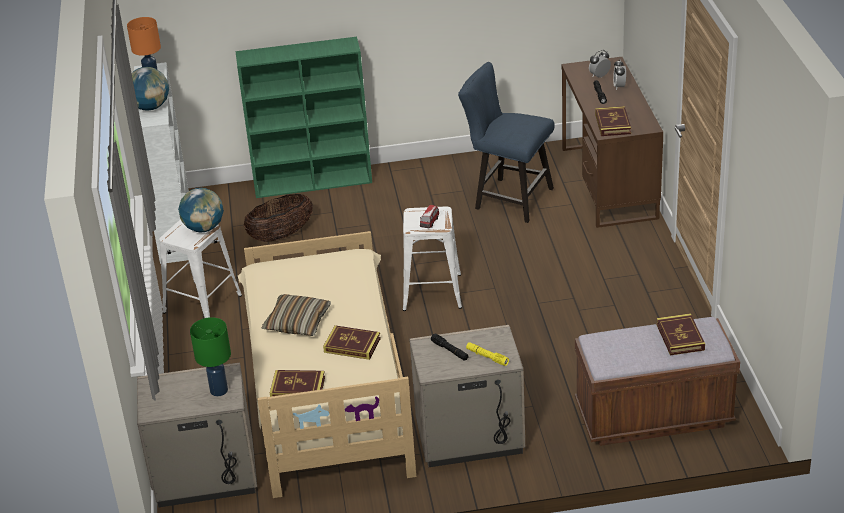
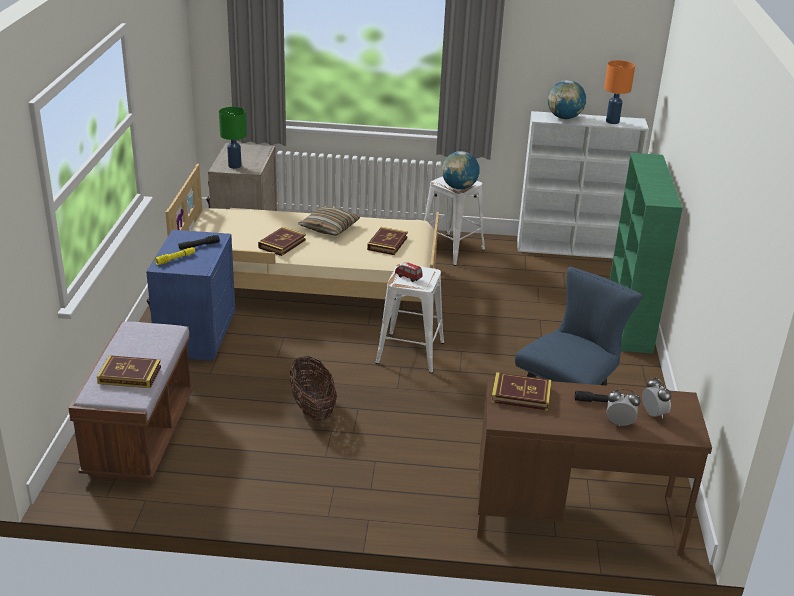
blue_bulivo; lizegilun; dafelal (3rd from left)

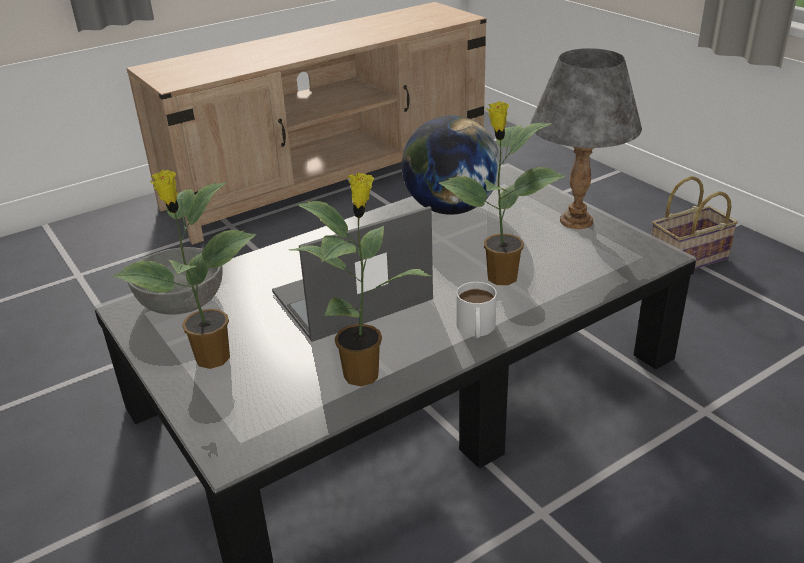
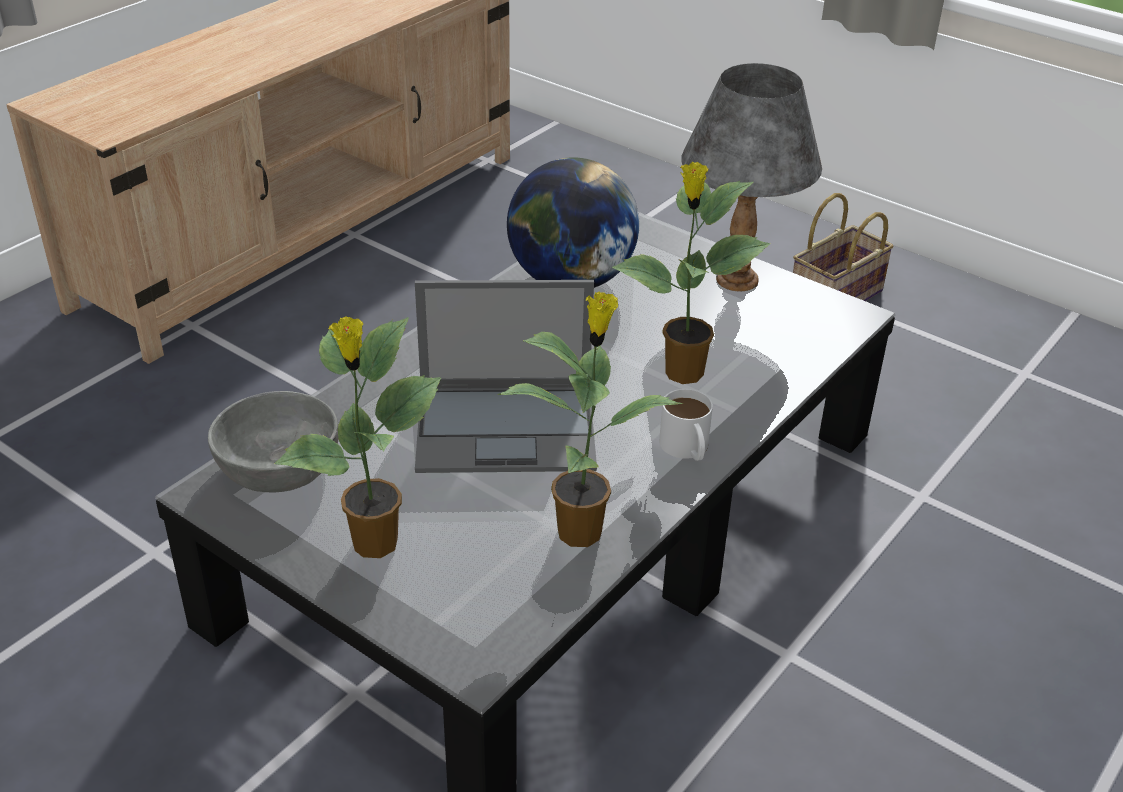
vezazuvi

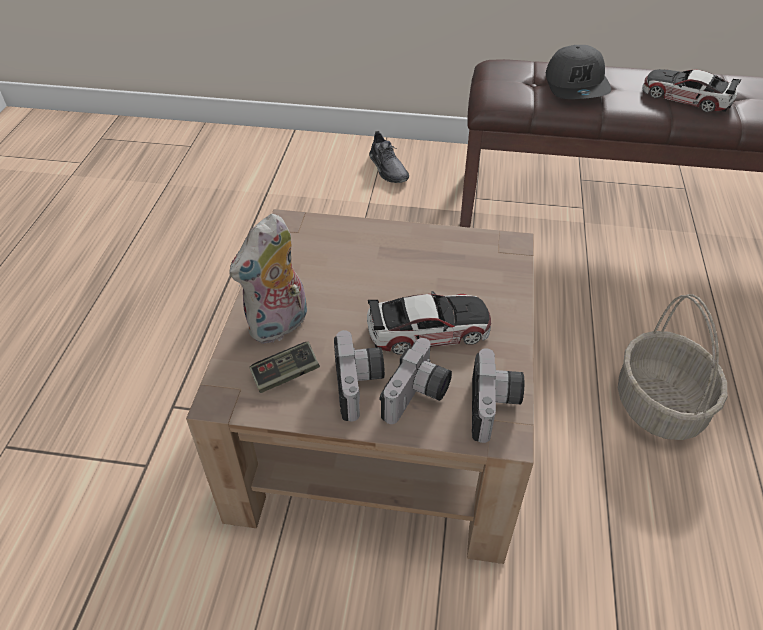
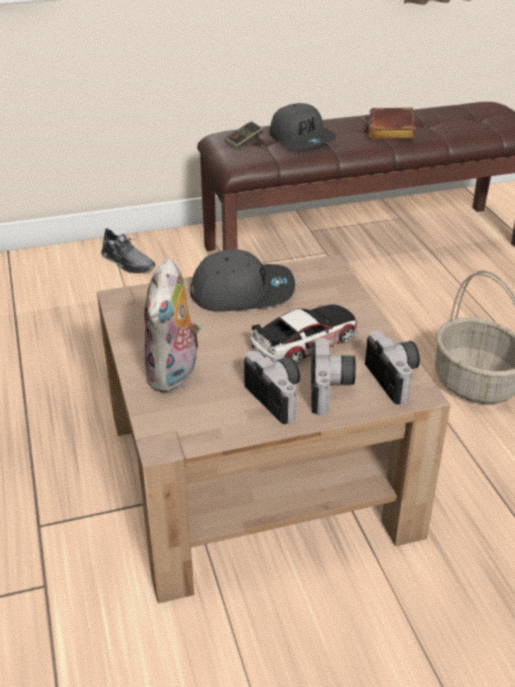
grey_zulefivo (1st from left); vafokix; brown_dafelal

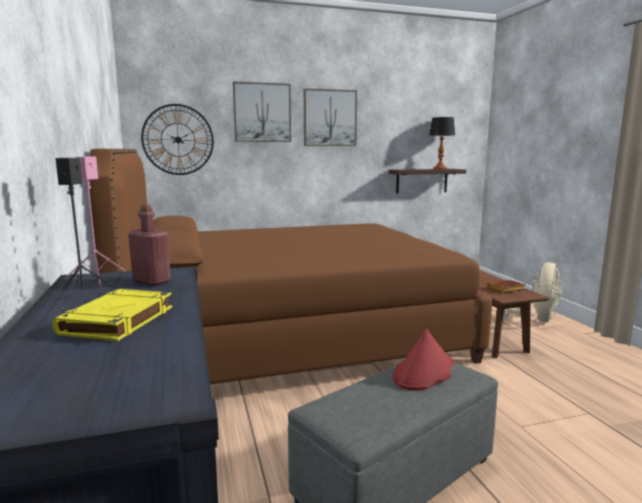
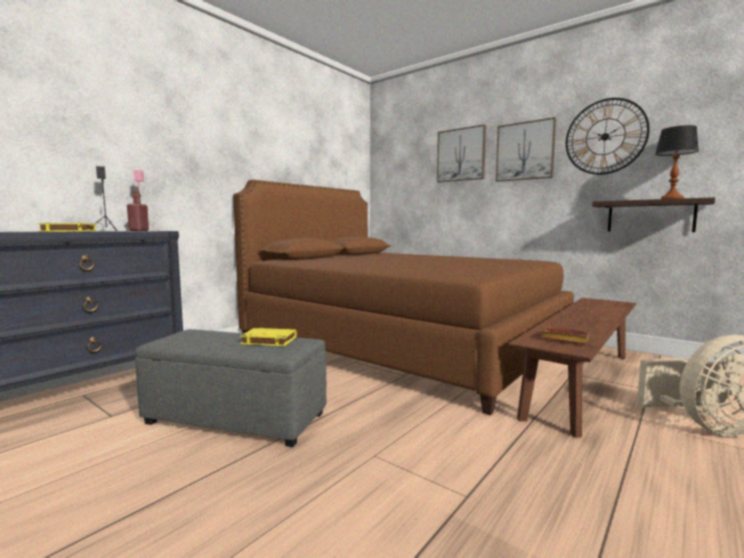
yellow_dafelal (2nd from left); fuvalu

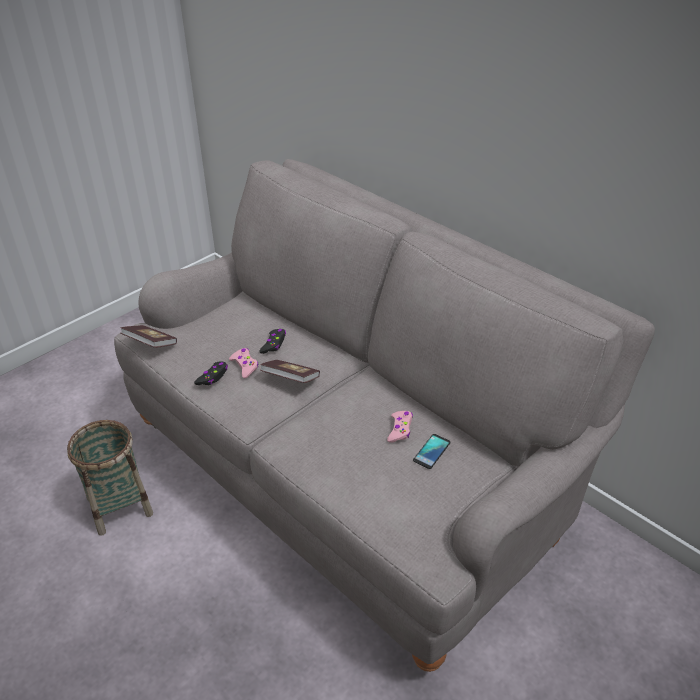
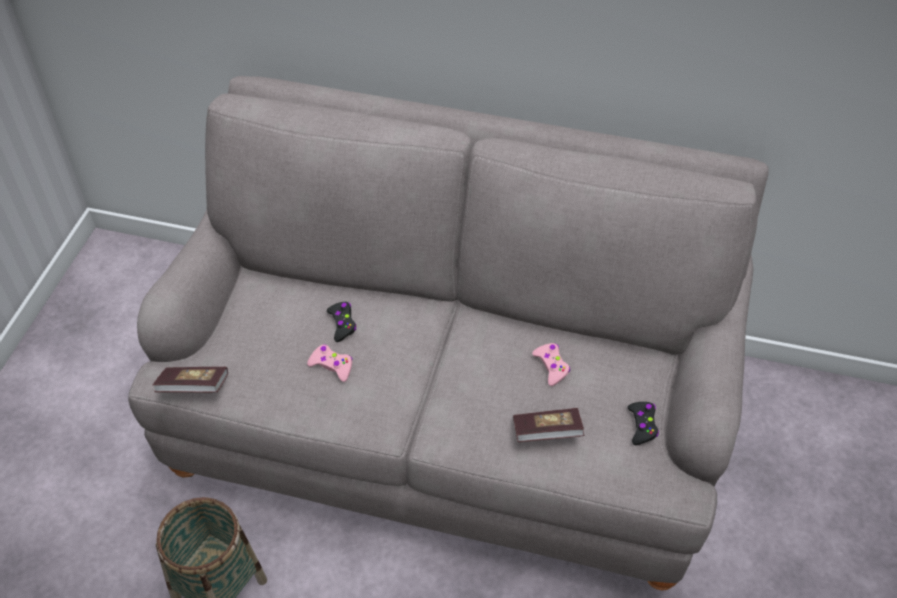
dafelal (2nd from left); black_vafokix (2nd from left); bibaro

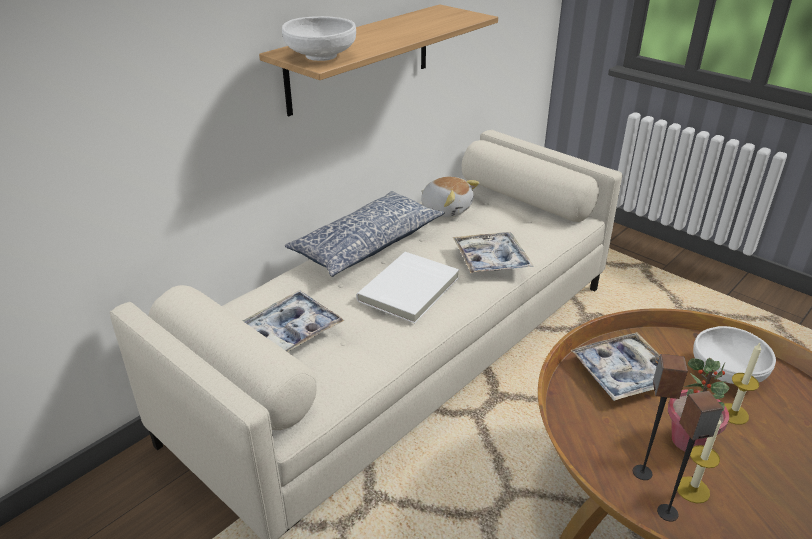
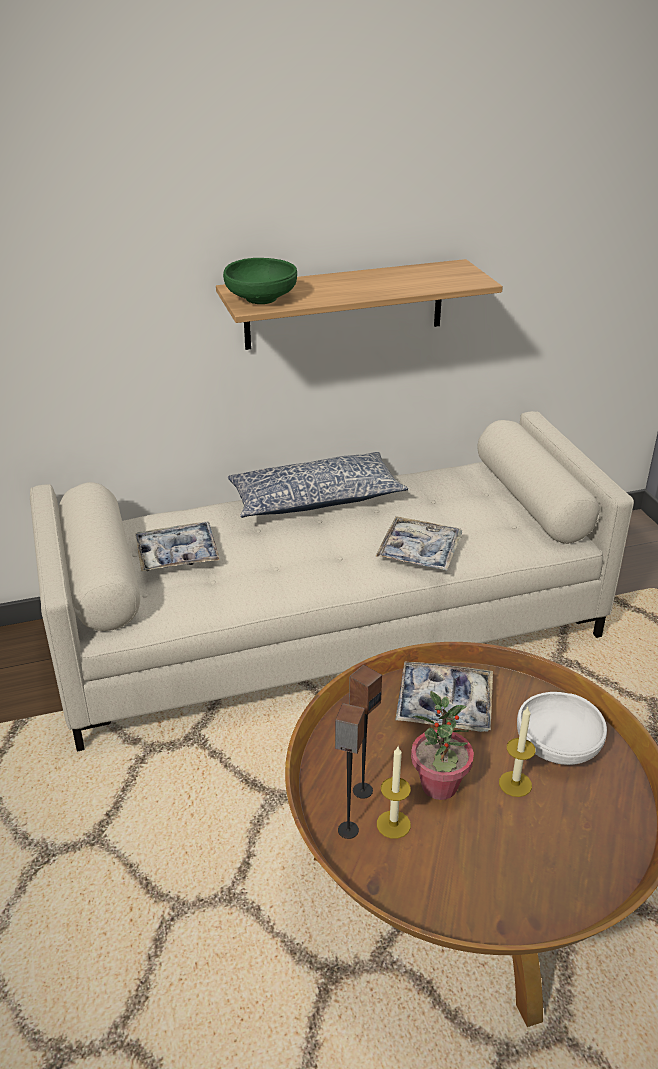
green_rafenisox; white_dafelal; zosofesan

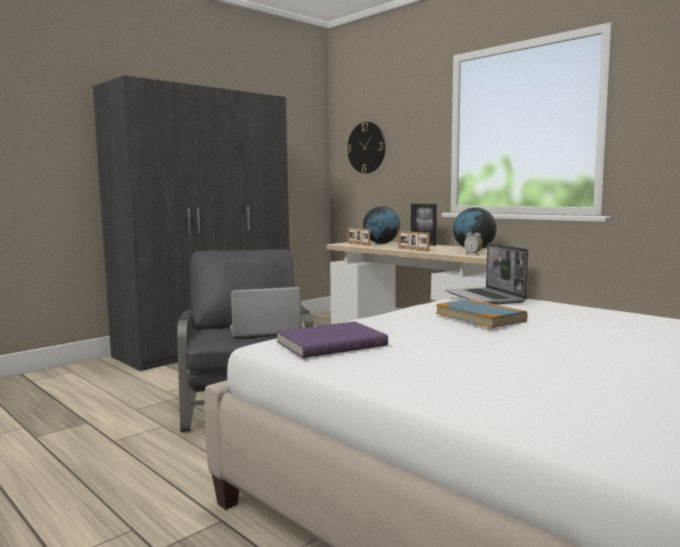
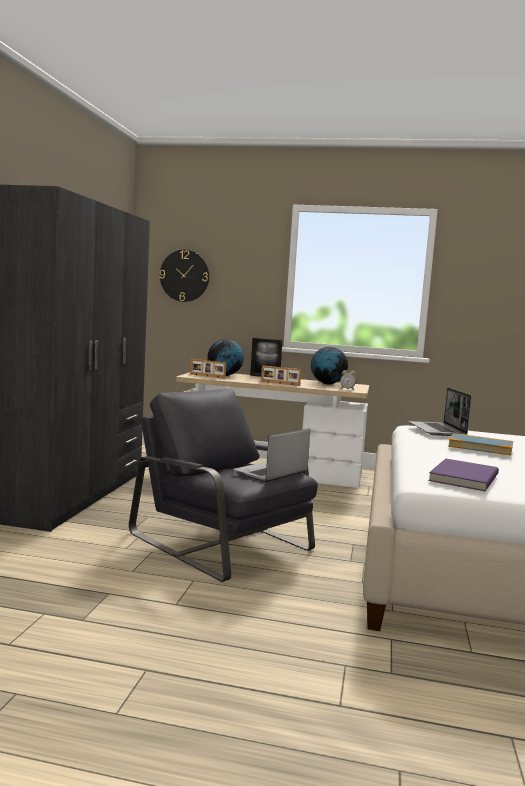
vezazuvi (2nd from left)

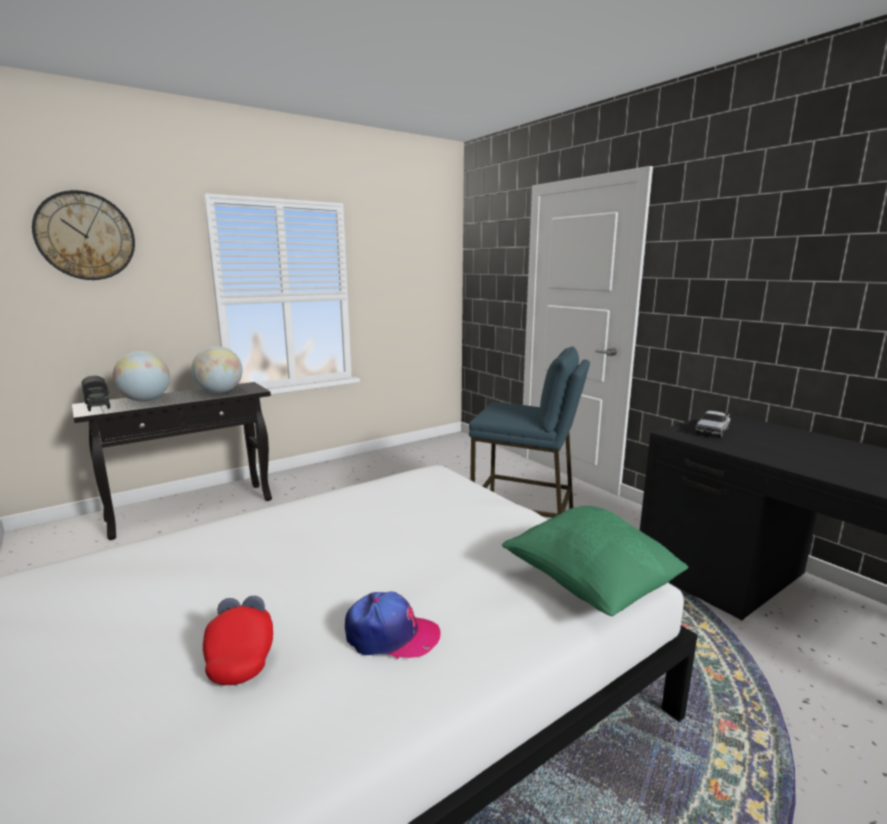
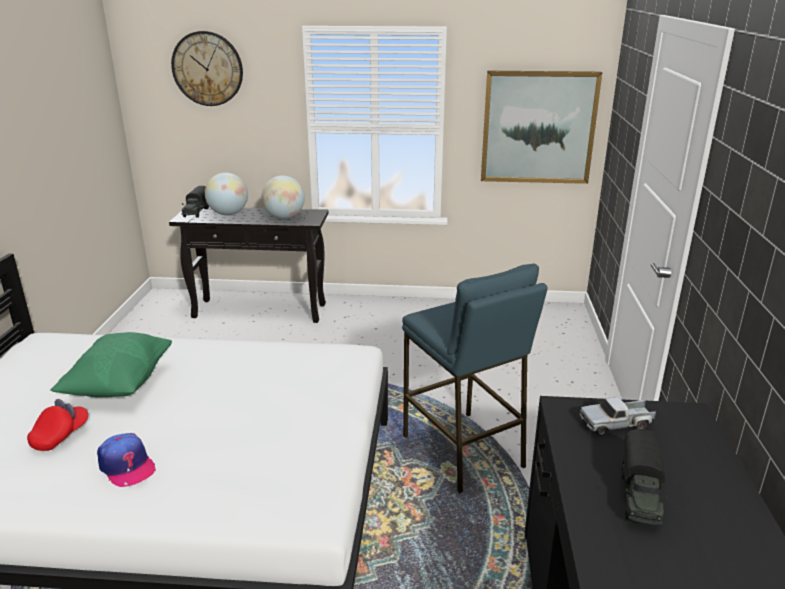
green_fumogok; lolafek; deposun (3rd from left)

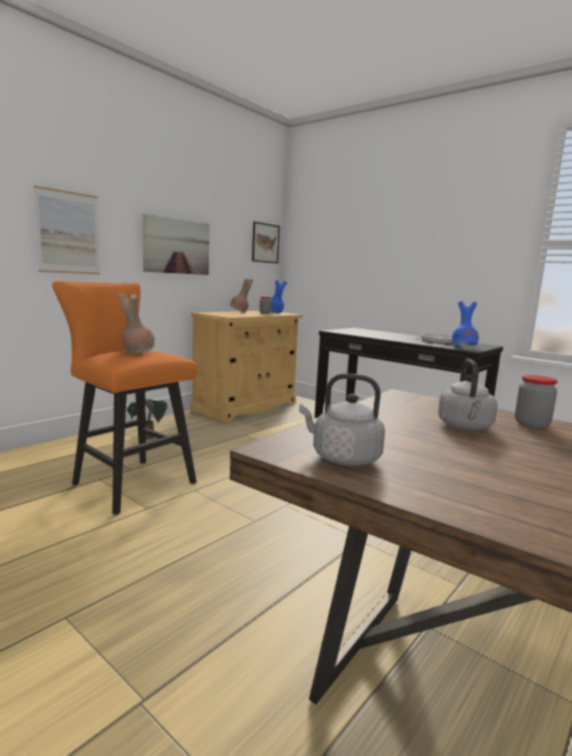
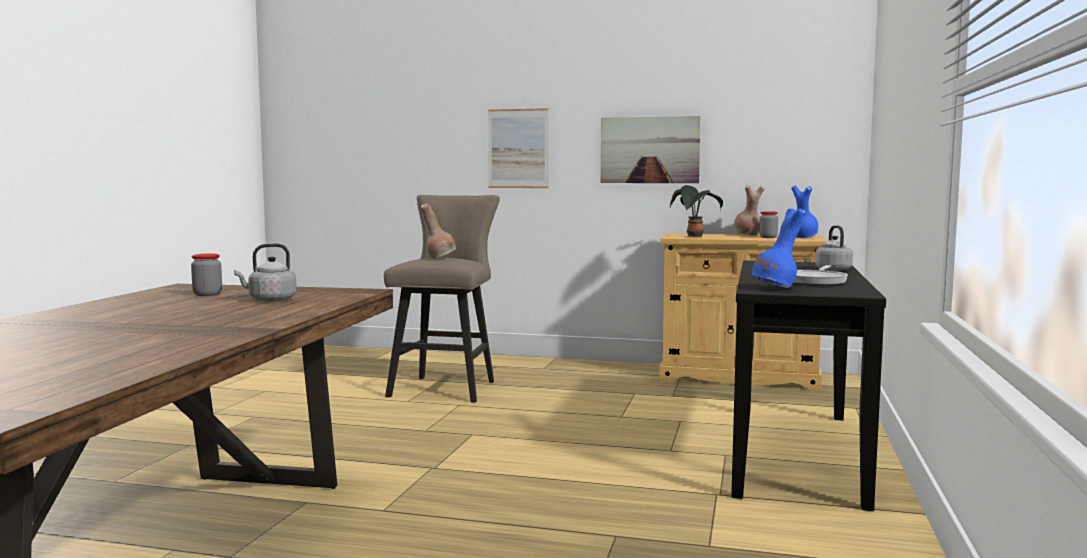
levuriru (1st from left); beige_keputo; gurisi; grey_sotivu (2nd from left); lolafek (3rd from left in the first image)

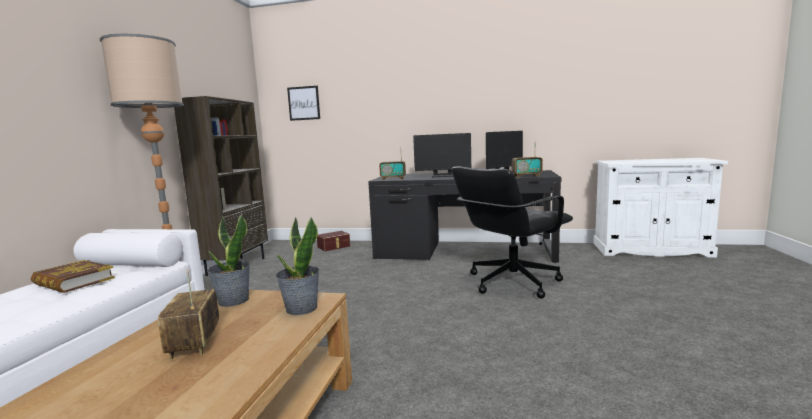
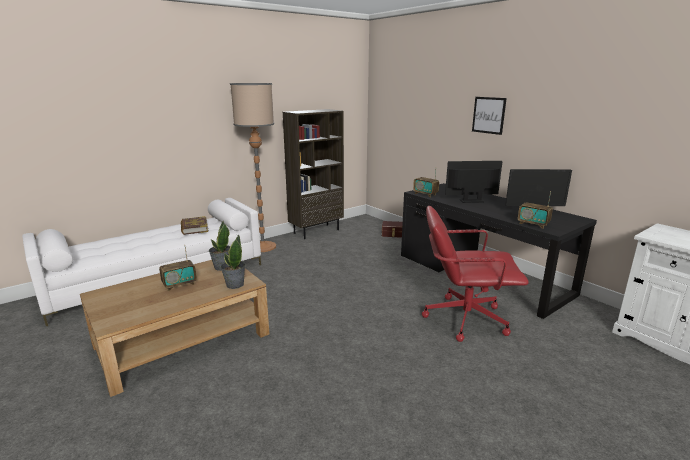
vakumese (1st from left); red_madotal; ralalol (1st from left); lolafek

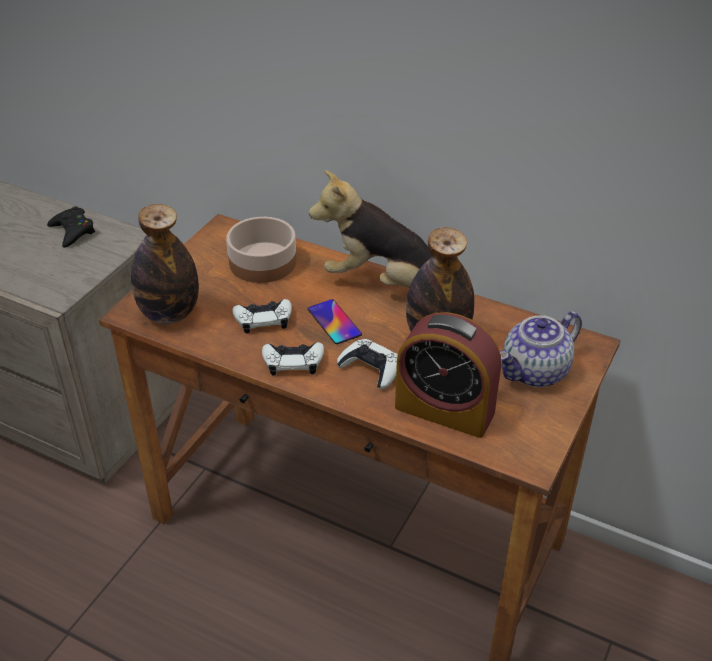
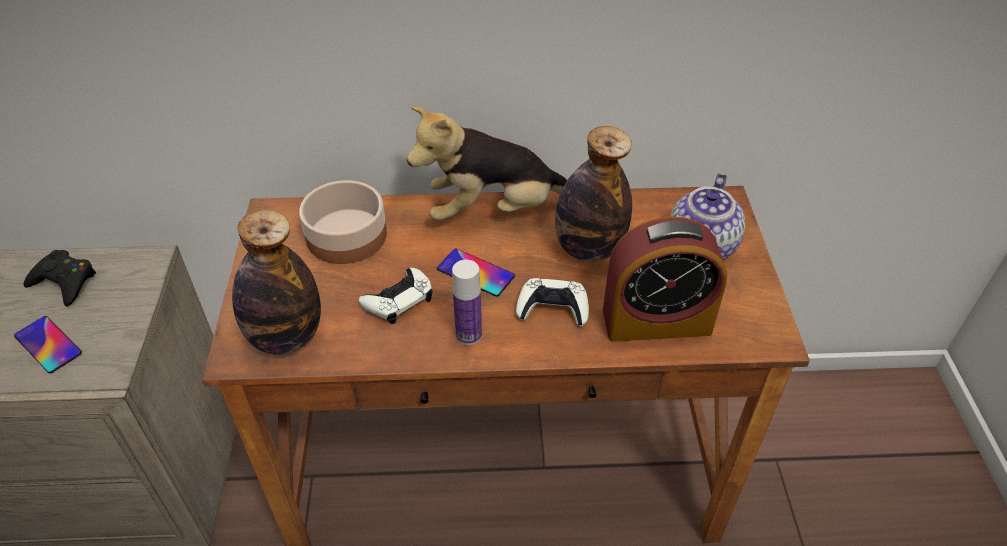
bibaro (1st from left); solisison (2nd from left)

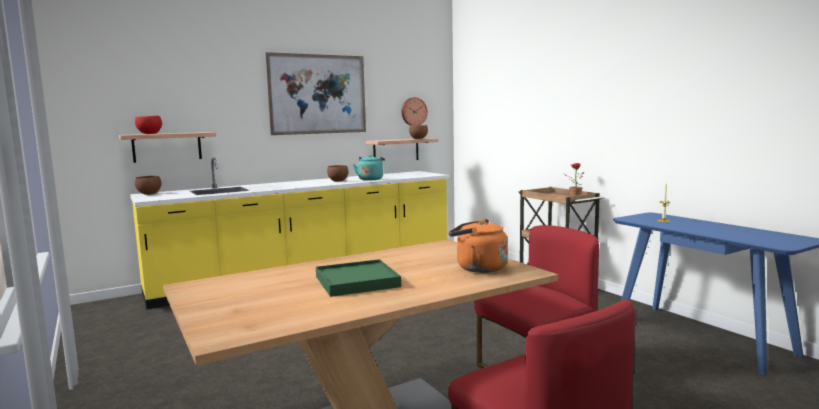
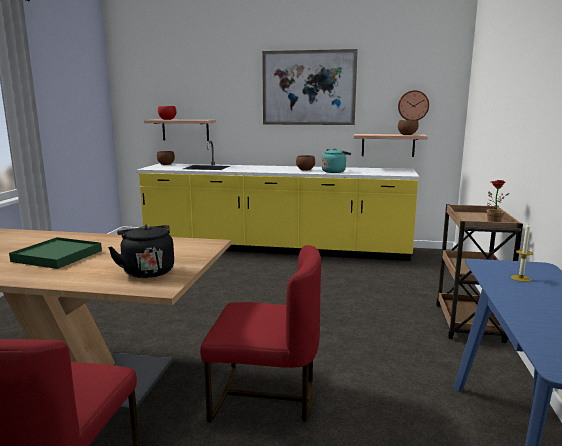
black_sotivu

